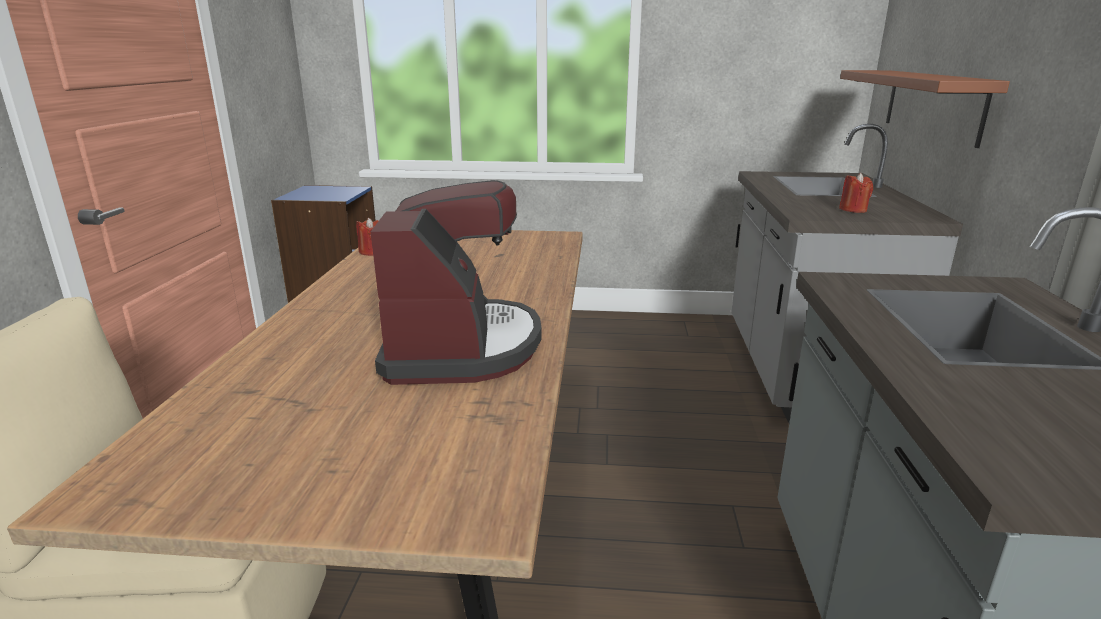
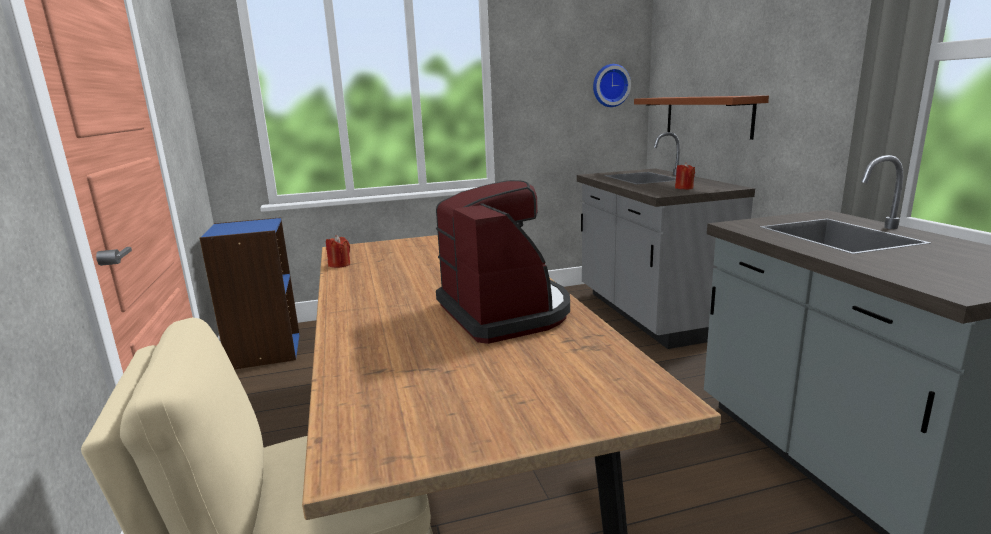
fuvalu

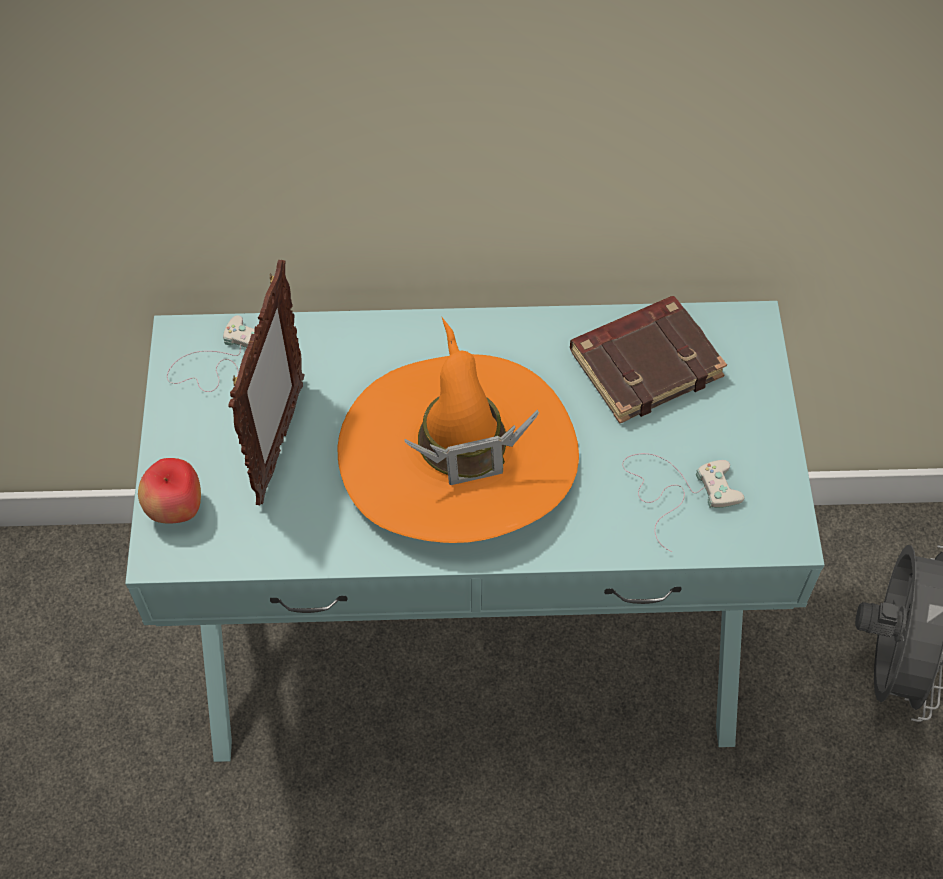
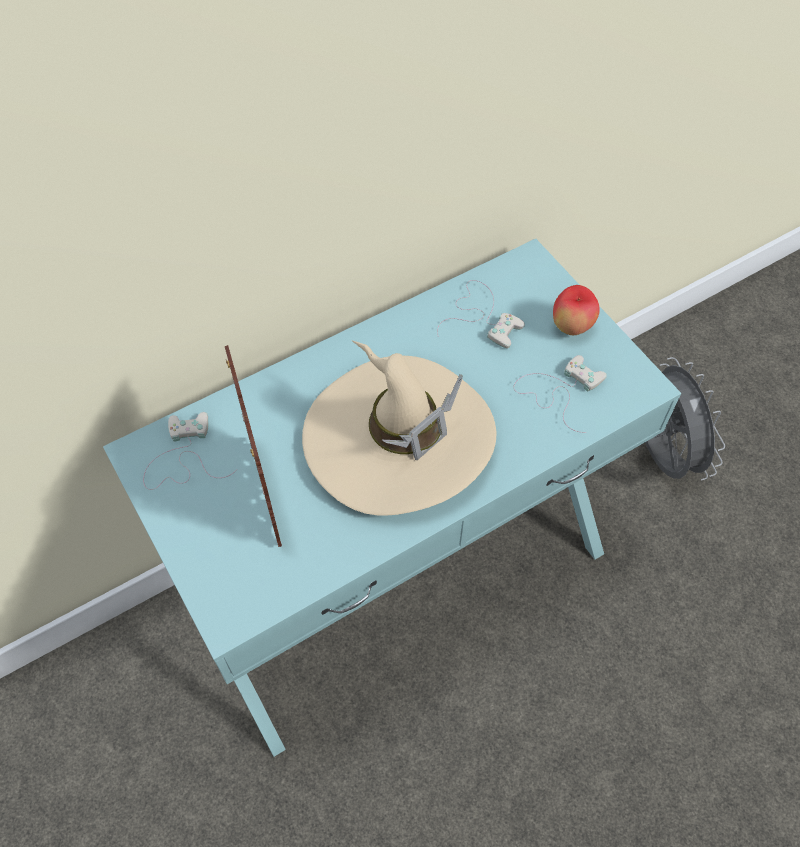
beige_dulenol; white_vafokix (2nd from left); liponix

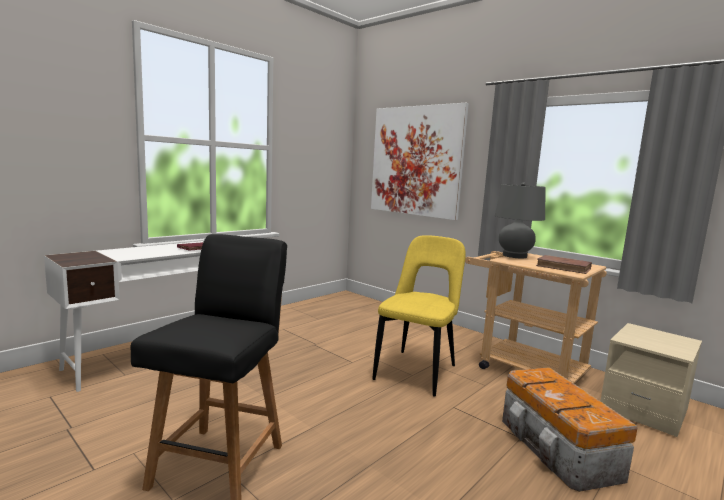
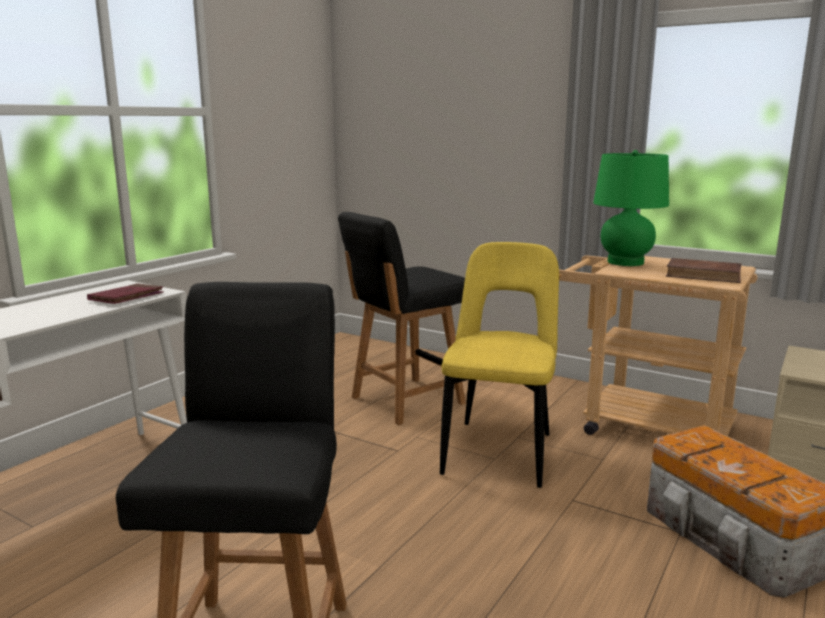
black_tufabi (2nd from left); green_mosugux; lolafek

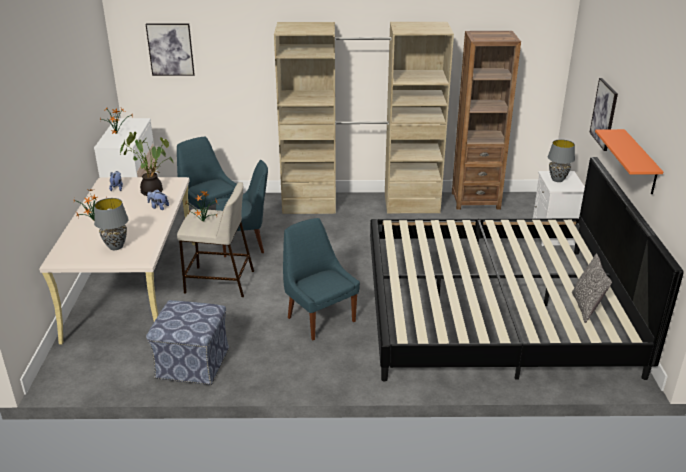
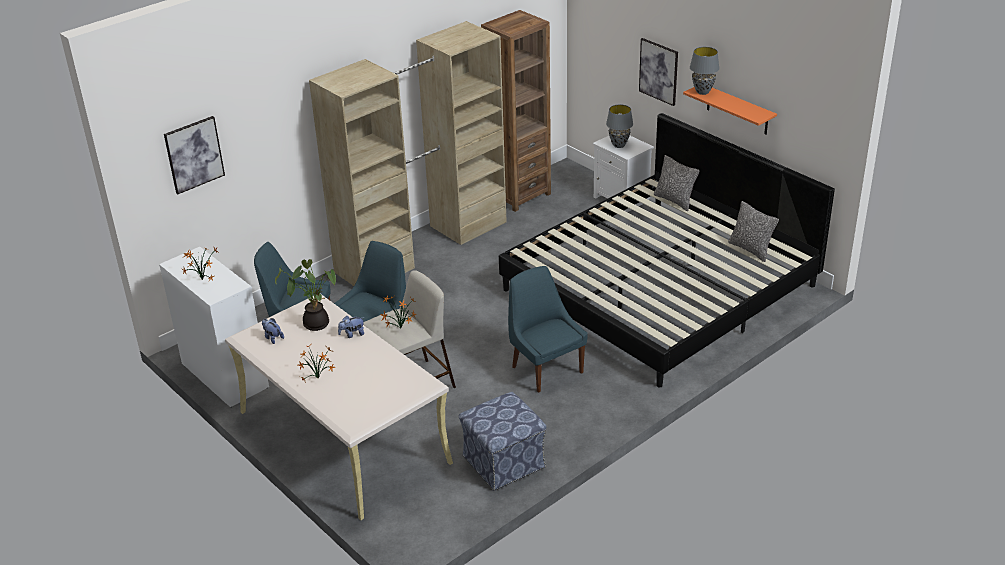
blue_tufabi (3rd from left); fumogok (1st from left); grey_mosugux (2nd from left)

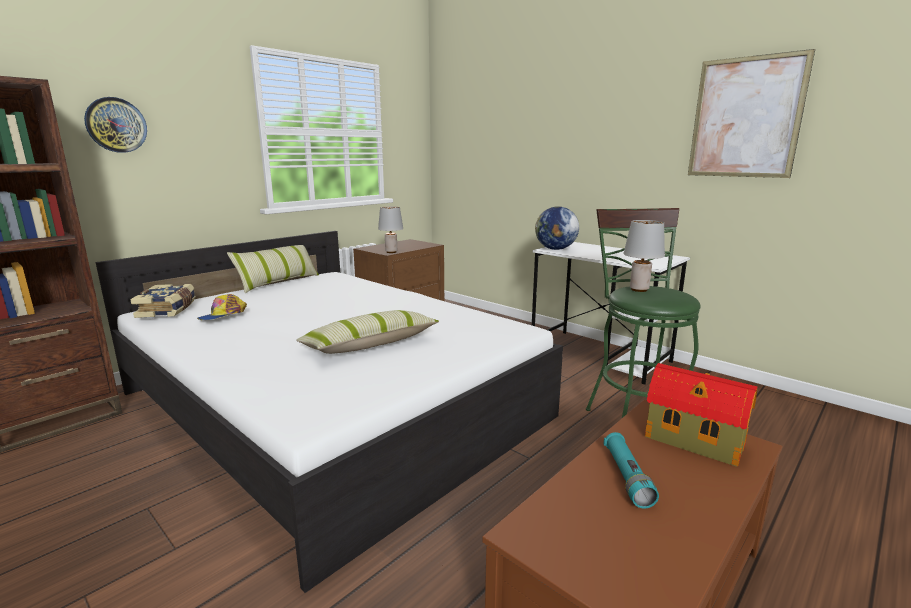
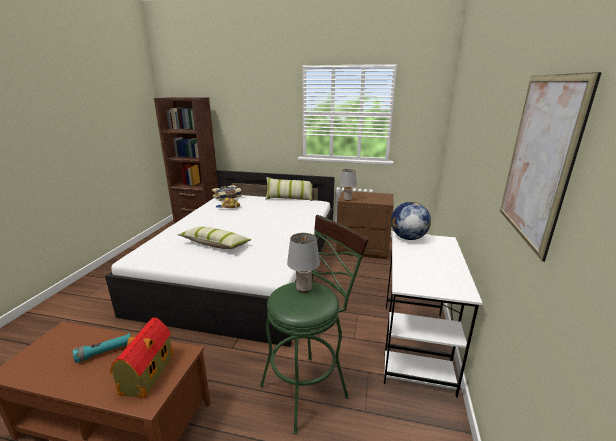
fuvalu

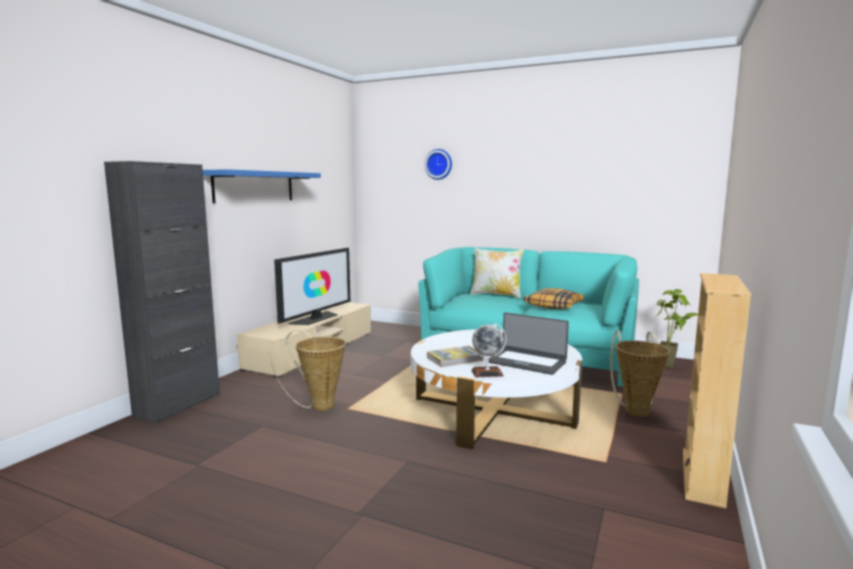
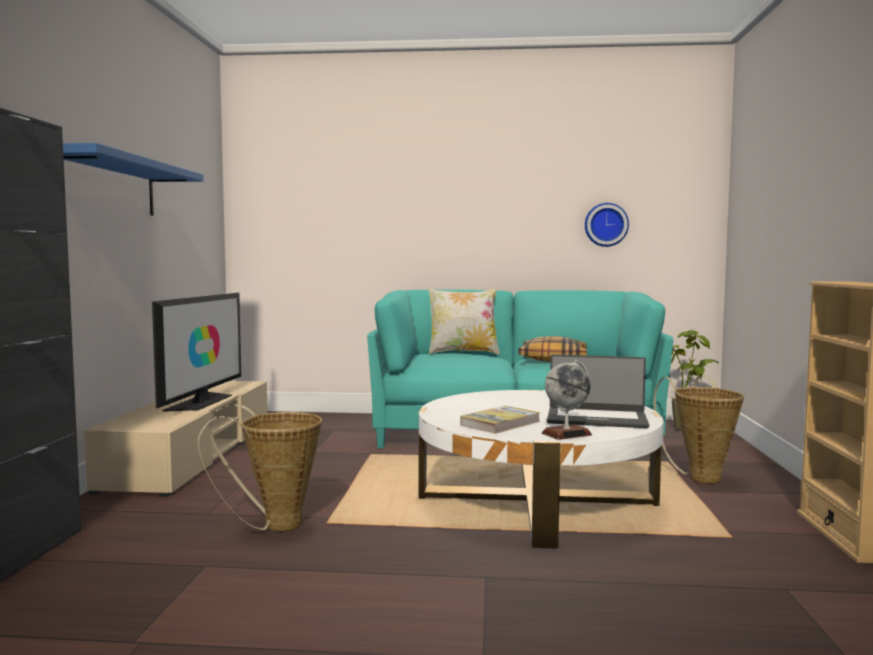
fuvalu

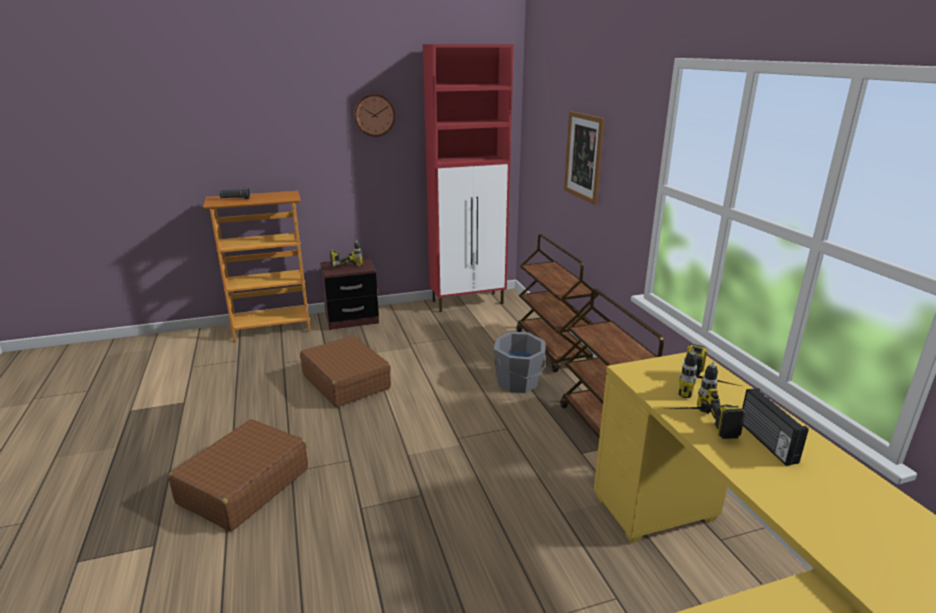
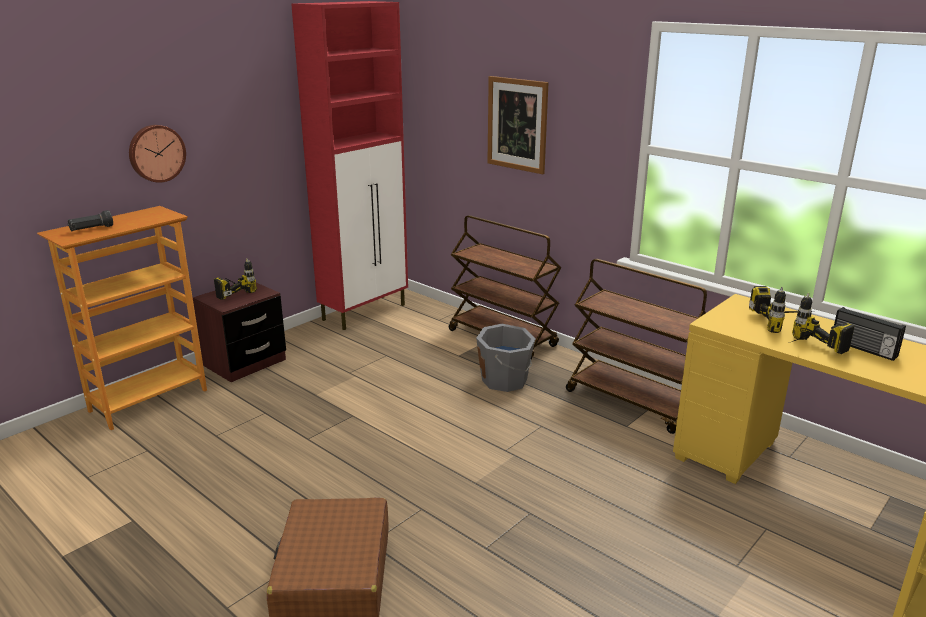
fuvalu; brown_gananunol (2nd from left in the first image)

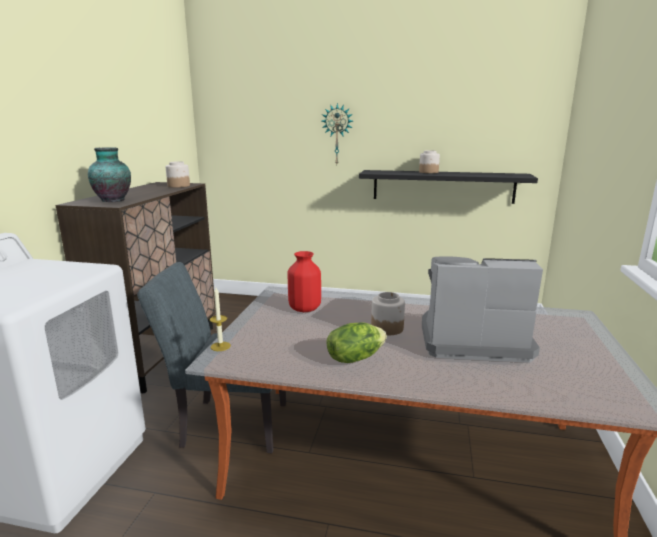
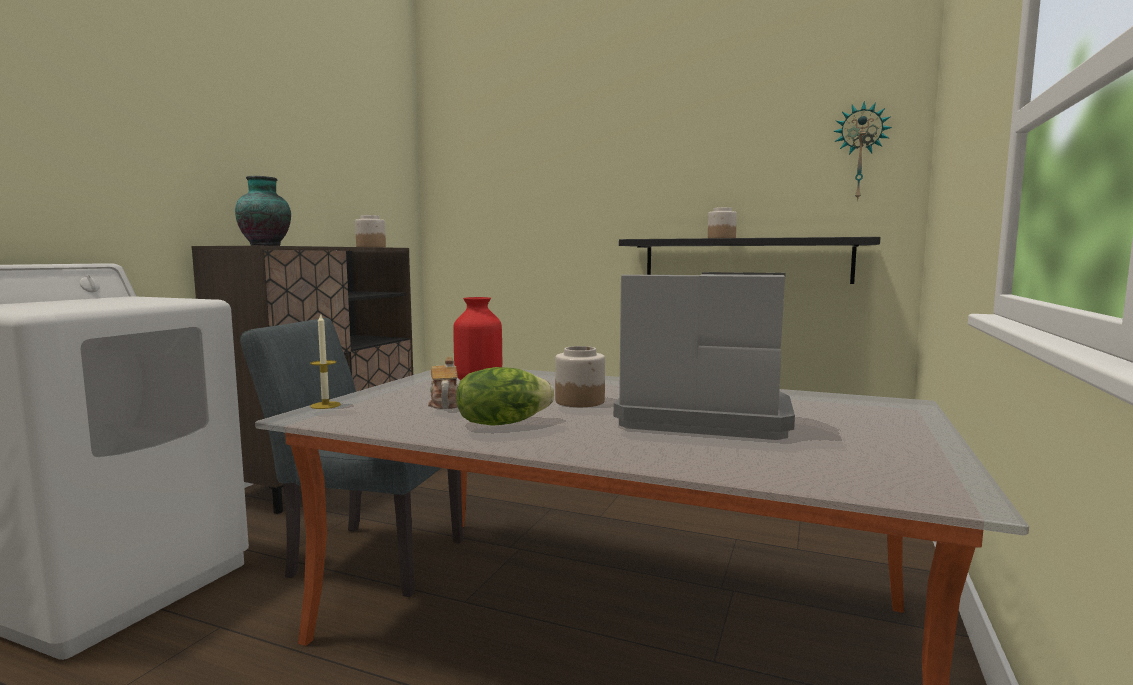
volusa; fuvalu

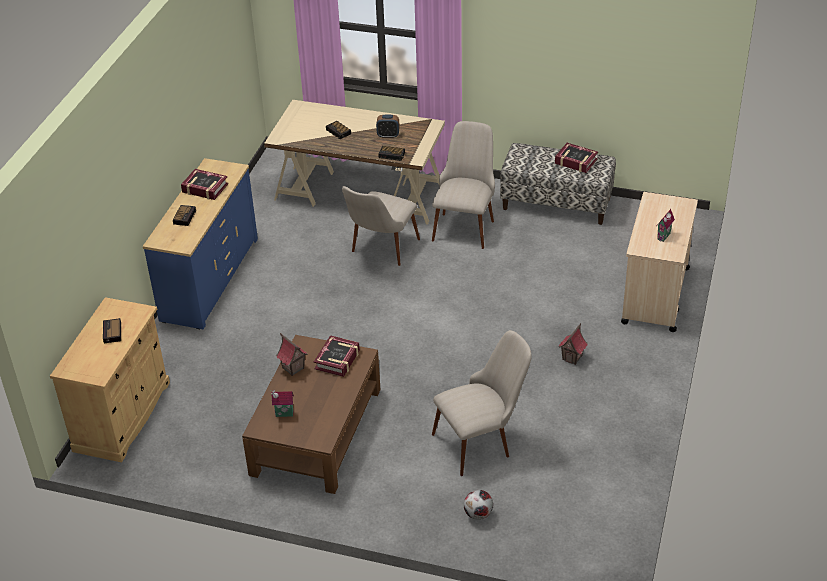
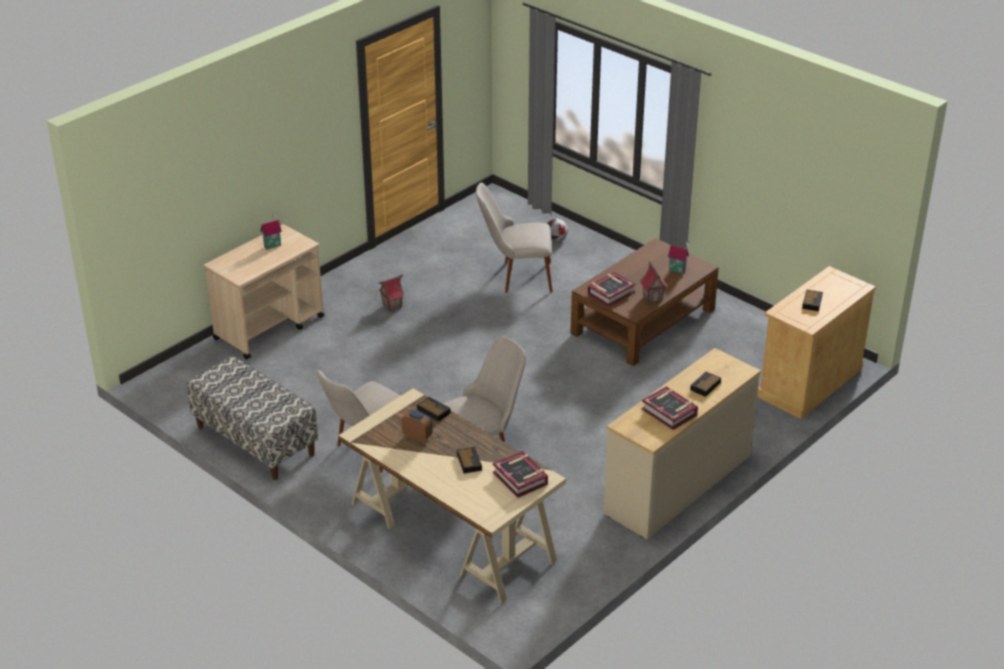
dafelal (1st from left); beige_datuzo

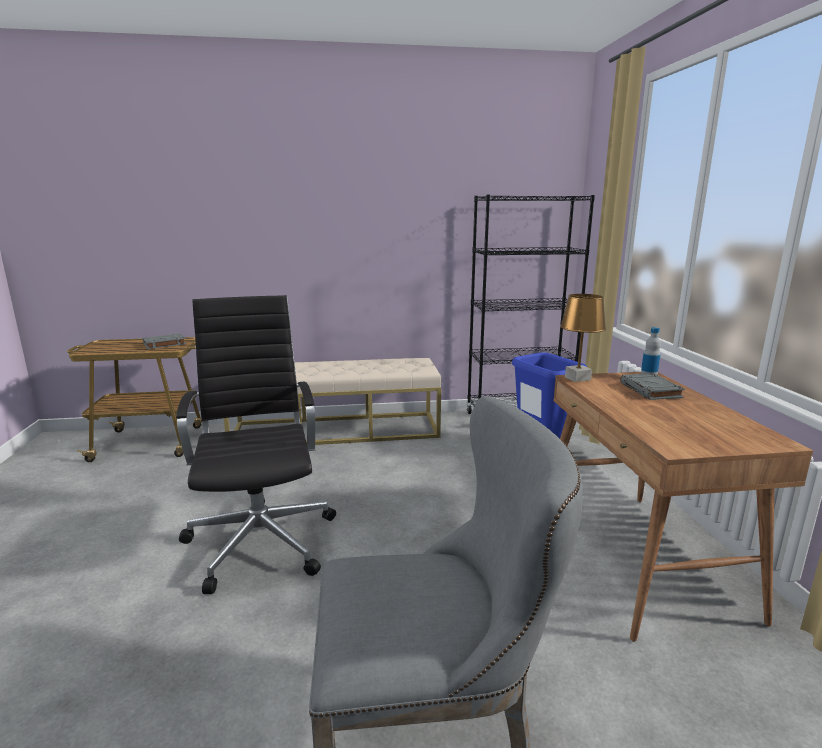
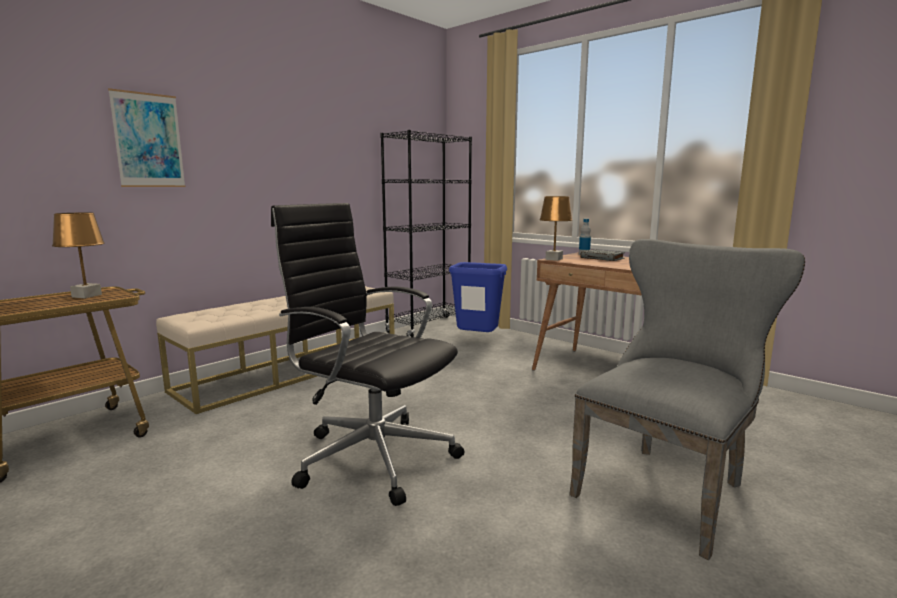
brown_mosugux (1st from left); lolafek

